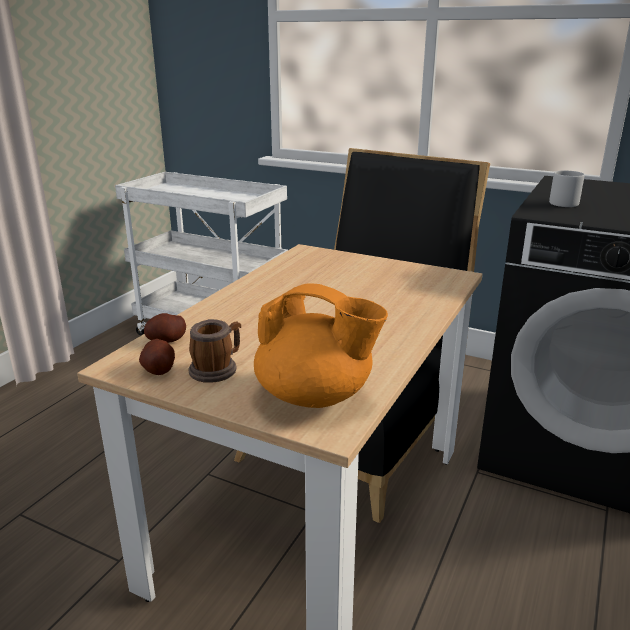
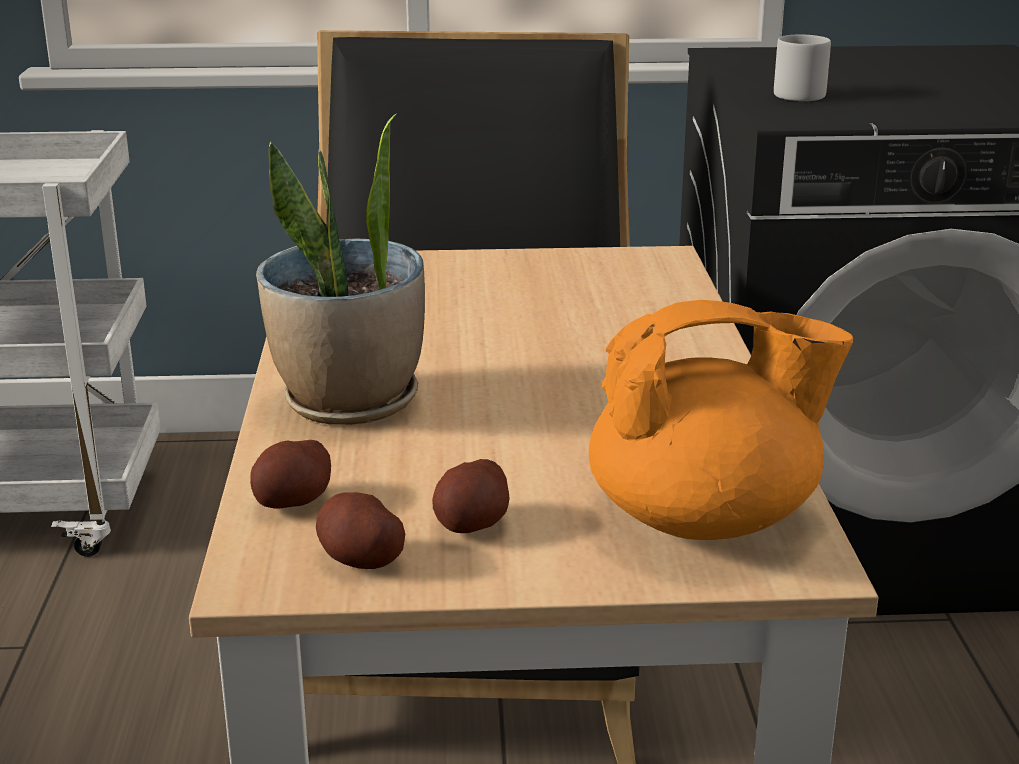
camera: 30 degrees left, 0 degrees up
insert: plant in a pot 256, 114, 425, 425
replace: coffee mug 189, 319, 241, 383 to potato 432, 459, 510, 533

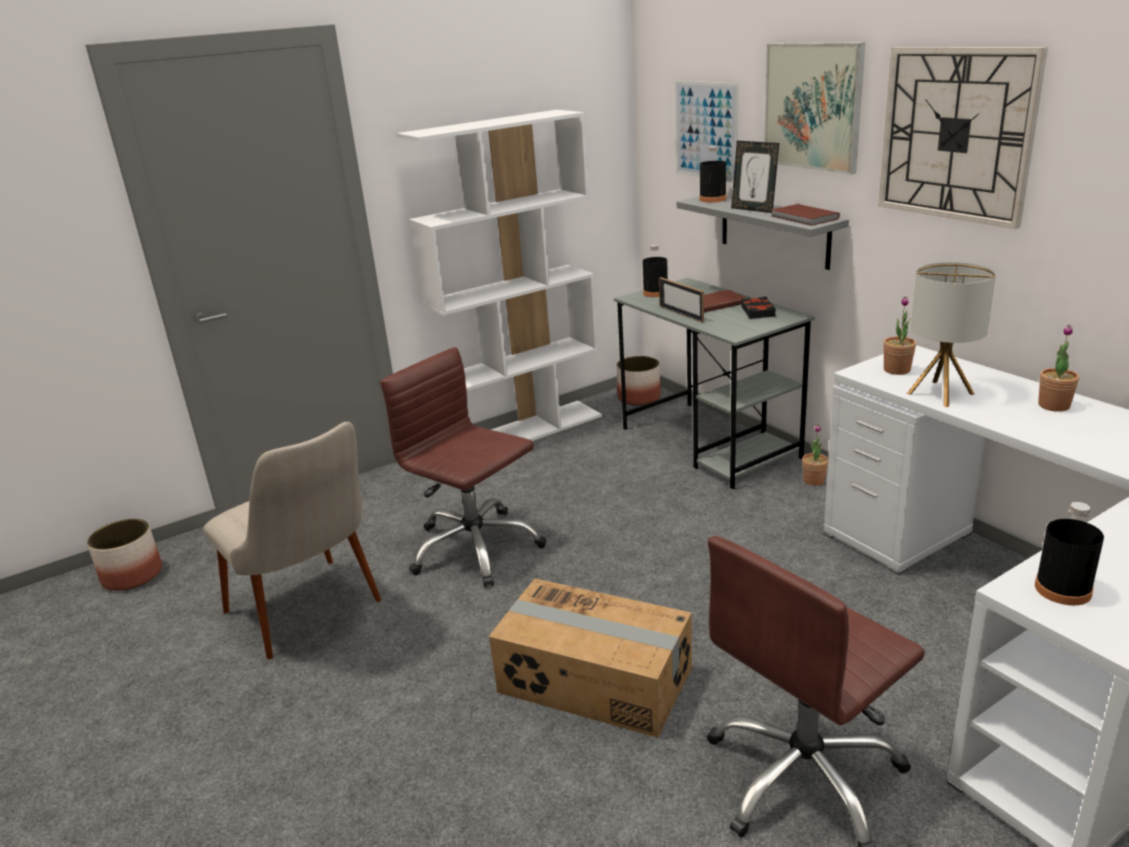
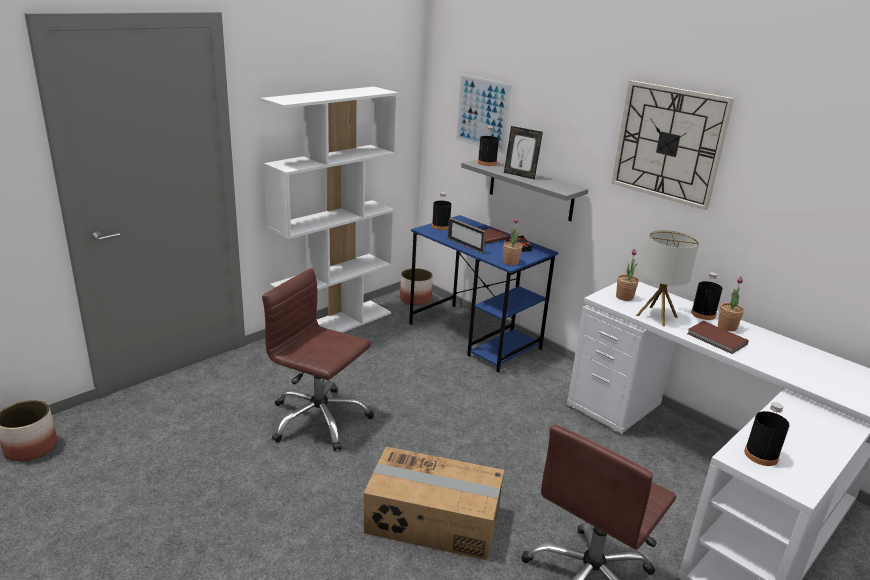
camera: 15 degrees left, 0 degrees up
delete: plain chair in sand-coloured 203, 422, 381, 659; wall picture 764, 43, 865, 174
insert: beverage bottle in black-coloured 691, 272, 723, 320
move: bound book in brown 771, 204, 840, 226 to 687, 321, 749, 354; plant in a pot 802, 424, 828, 486 to 503, 218, 522, 265
recolor: desk unit in grey 614, 278, 815, 490 to desk unit in blue 409, 215, 558, 373

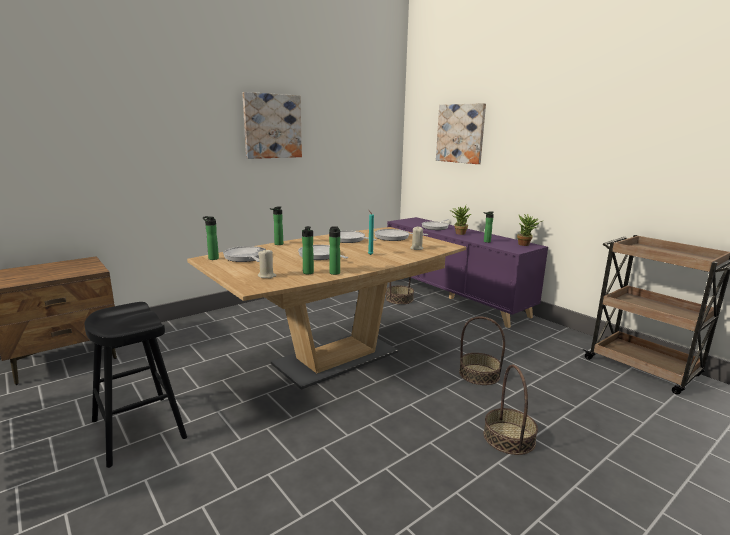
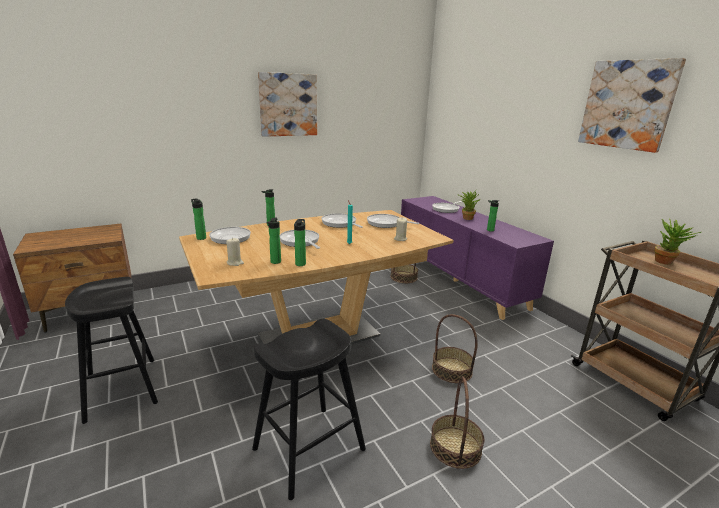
camera: 10 degrees right, 5 degrees up
insert: stool in black-coloured 252, 319, 366, 500
move: wall picture 436, 103, 486, 164 to 578, 58, 686, 153; plant in a pot 517, 214, 542, 246 to 654, 218, 701, 265

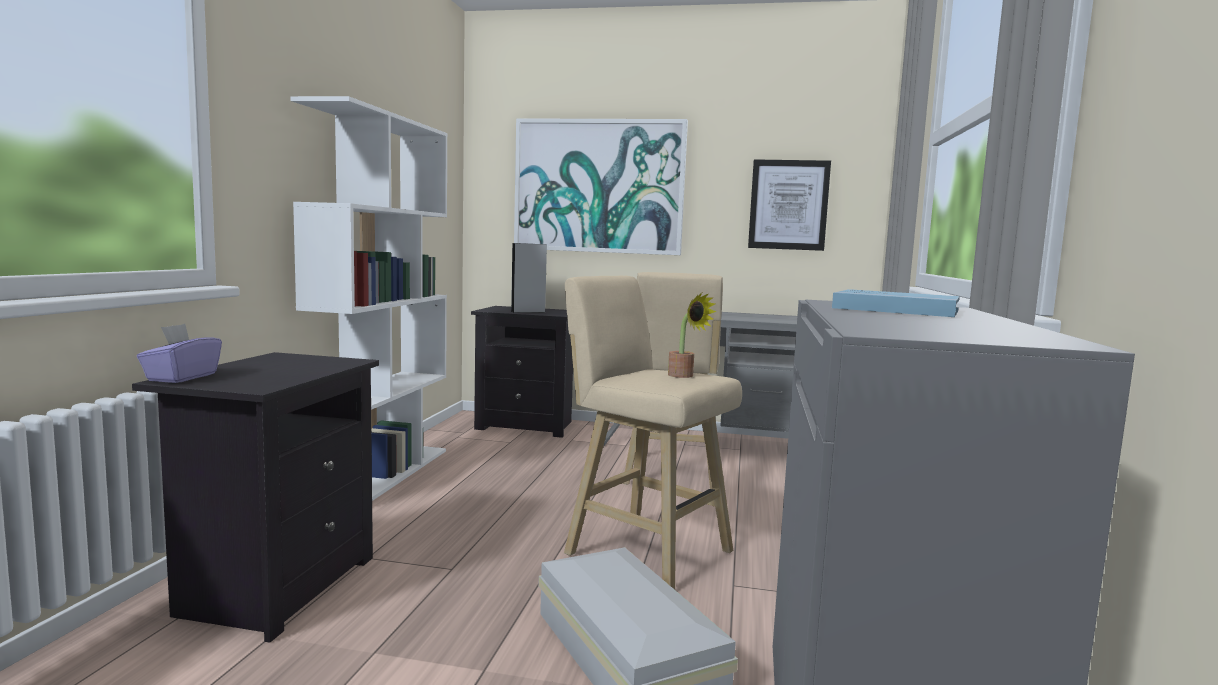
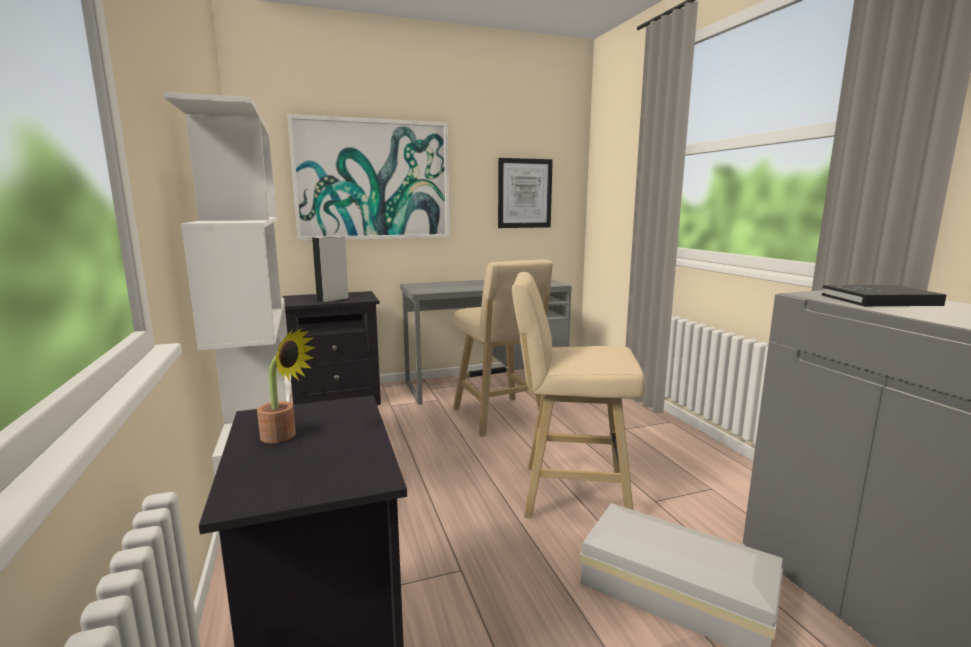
camera: 30 degrees left, 5 degrees up
delete: tissue box in purple 137, 324, 222, 383
move: plant in a pot 668, 293, 716, 378 to 257, 328, 316, 443
recolor: bound book in blue 832, 289, 960, 317 to bound book in black-coloured 822, 285, 946, 306

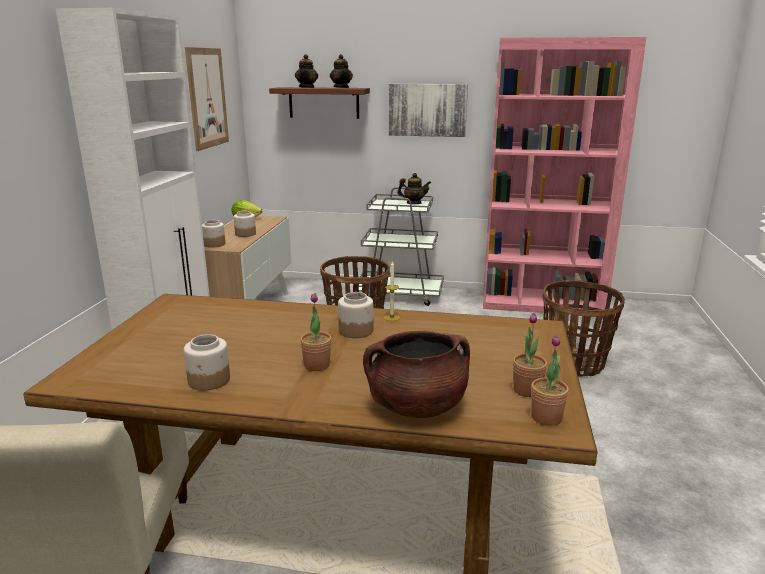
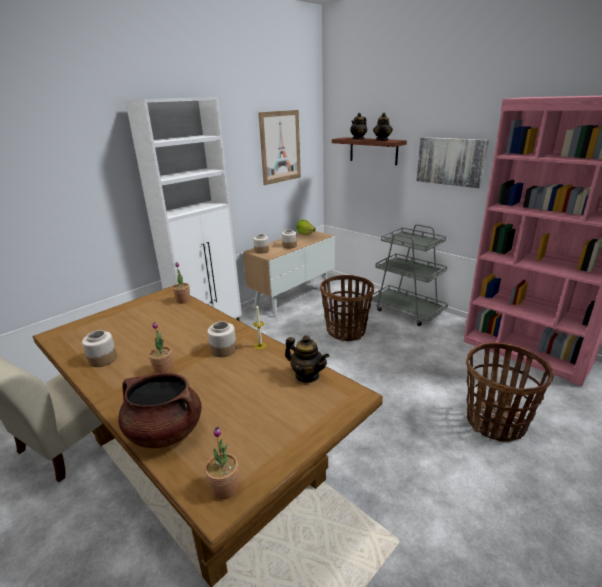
camera: 35 degrees right, 5 degrees up
move: pot for tea 397, 173, 431, 204 to 285, 335, 329, 383; plant in a pot 513, 313, 547, 397 to 172, 263, 190, 304

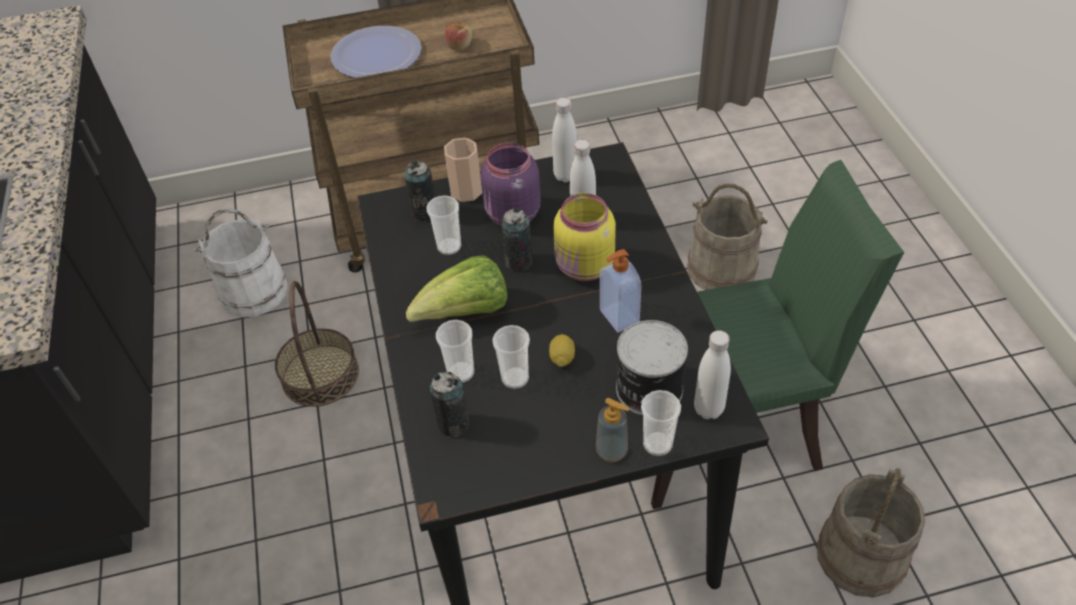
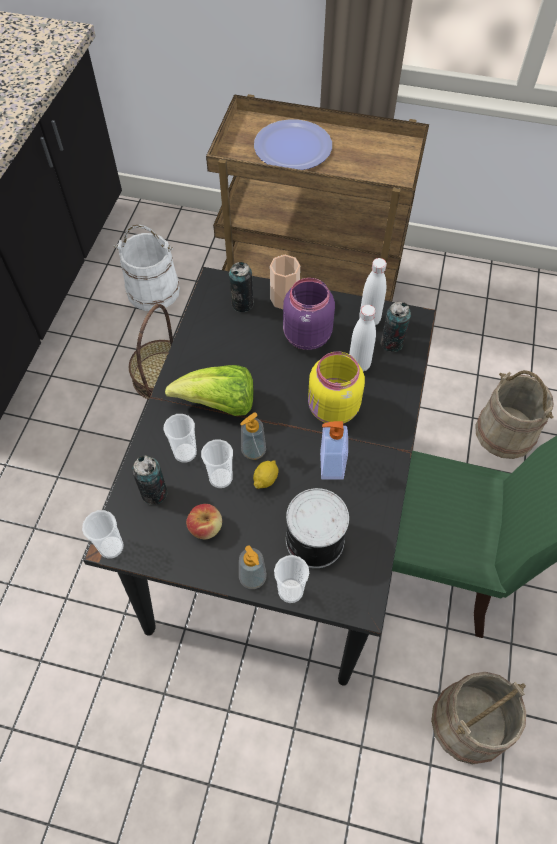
camera: 25 degrees right, 10 degrees up
delete: beverage bottle in whitish 694, 330, 731, 419
insert: liquid soap bottle 240, 412, 266, 460
move: cup 426, 195, 461, 255 to 82, 510, 124, 558; apple fruit 445, 22, 472, 50 to 186, 504, 222, 539; can 501, 209, 532, 271 to 380, 302, 411, 352

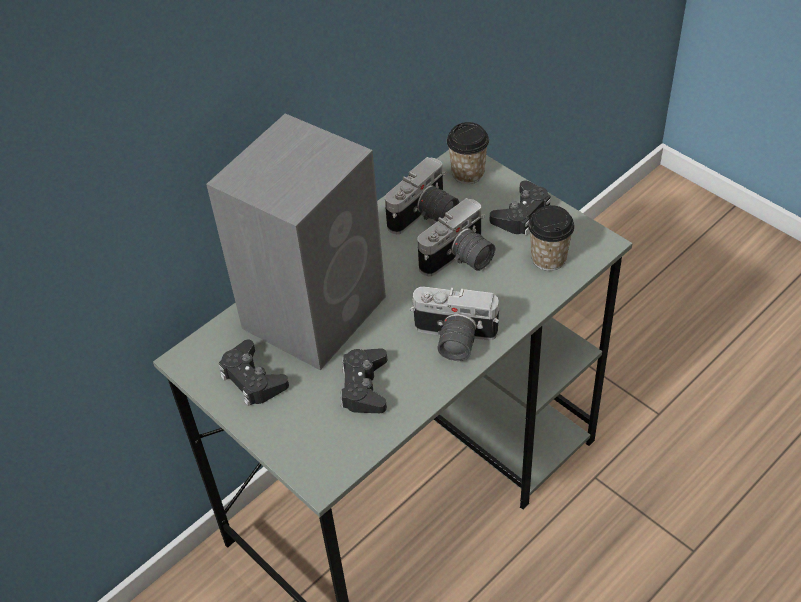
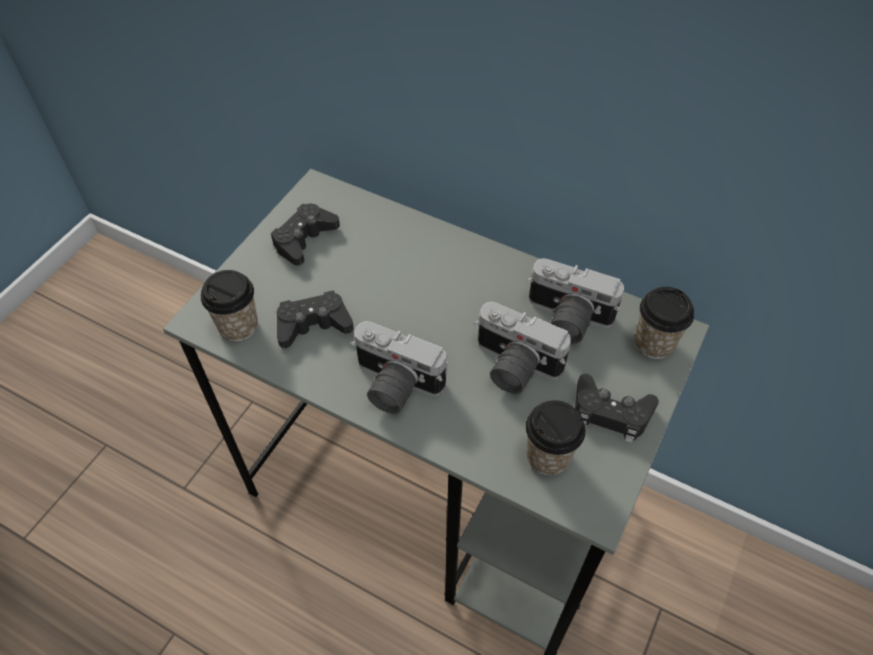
camera: 70 degrees right, 5 degrees up
delete: speaker in grey 206, 114, 386, 370
insert: cup 201, 270, 258, 342
rotate: photo camera 410, 287, 499, 361 = 351, 321, 448, 414 60 degrees counterclockwise

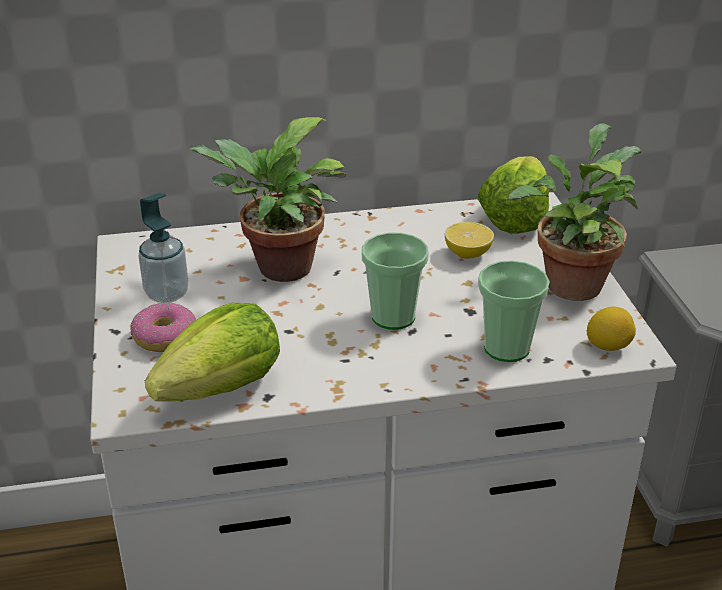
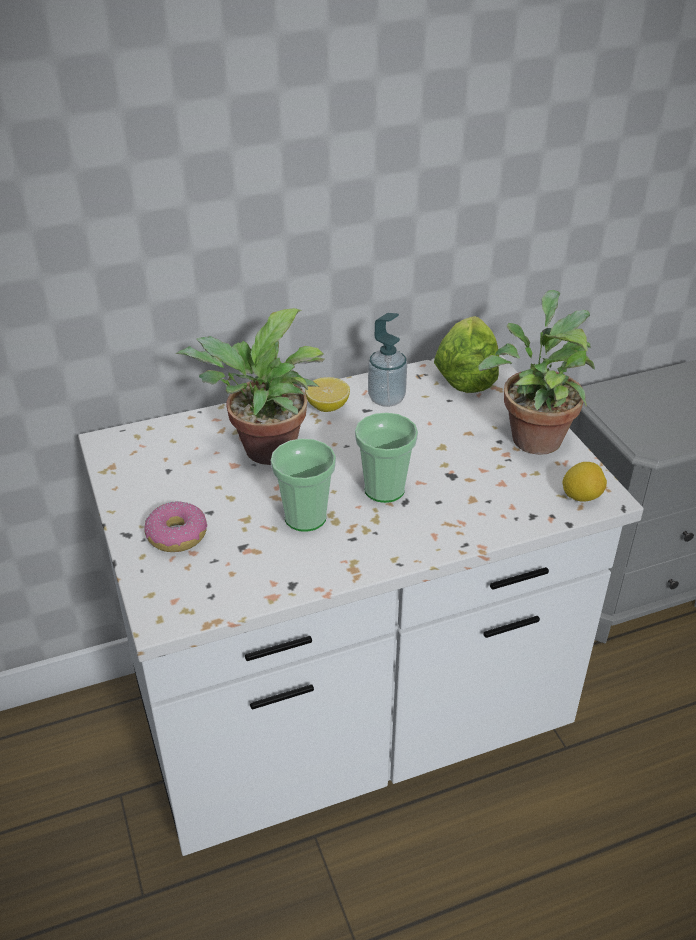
camera: 10 degrees left, 5 degrees up
delete: head of lettuce 145, 303, 280, 402
move: liquid soap bottle 139, 193, 188, 303 to 368, 313, 407, 407; whole lemon 445, 222, 494, 259 to 305, 377, 350, 412; cup 478, 260, 550, 362 to 271, 438, 336, 532

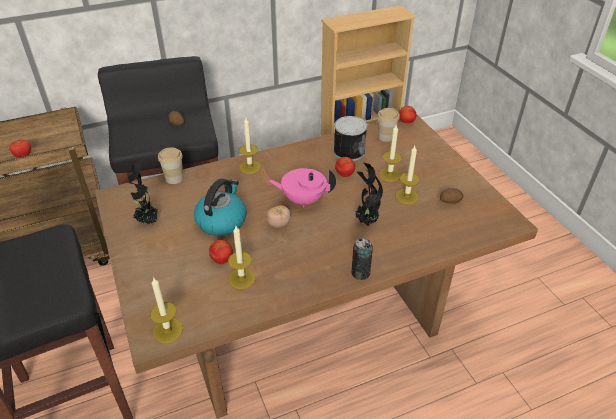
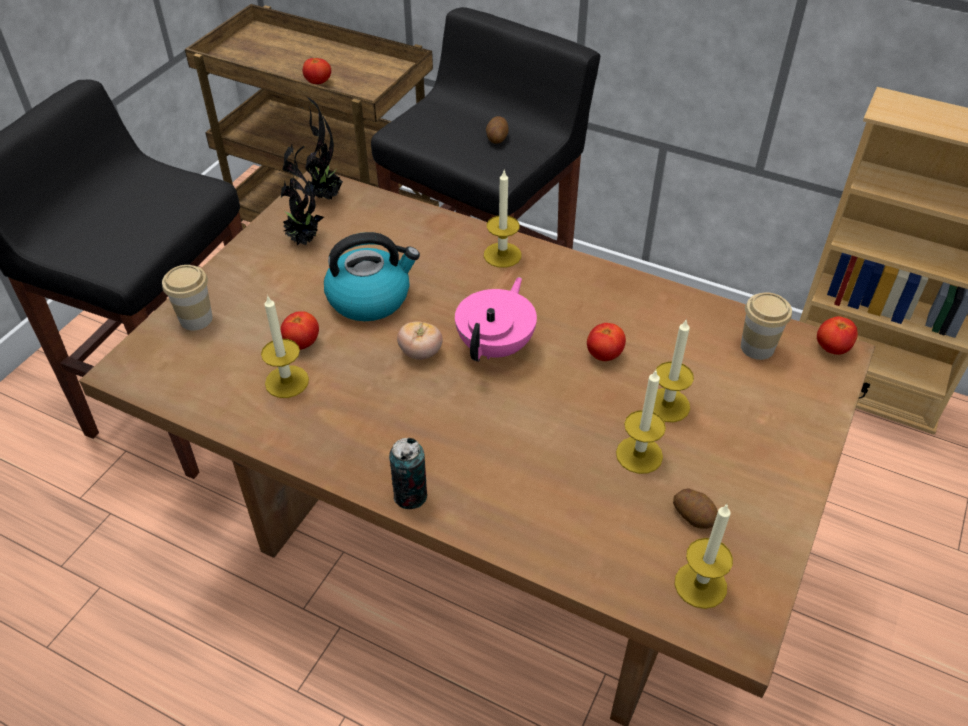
camera: 50 degrees right, 5 degrees up
delete: can 334, 116, 367, 161
move: wax candle 150, 278, 183, 343 to 675, 504, 733, 609; cup 158, 147, 183, 184 to 162, 265, 213, 331; plant in a pot 355, 163, 383, 226 to 297, 97, 343, 200
rotate: pot for tea in pink-coloured 268, 168, 336, 207 = 455, 277, 537, 362 60 degrees clockwise

